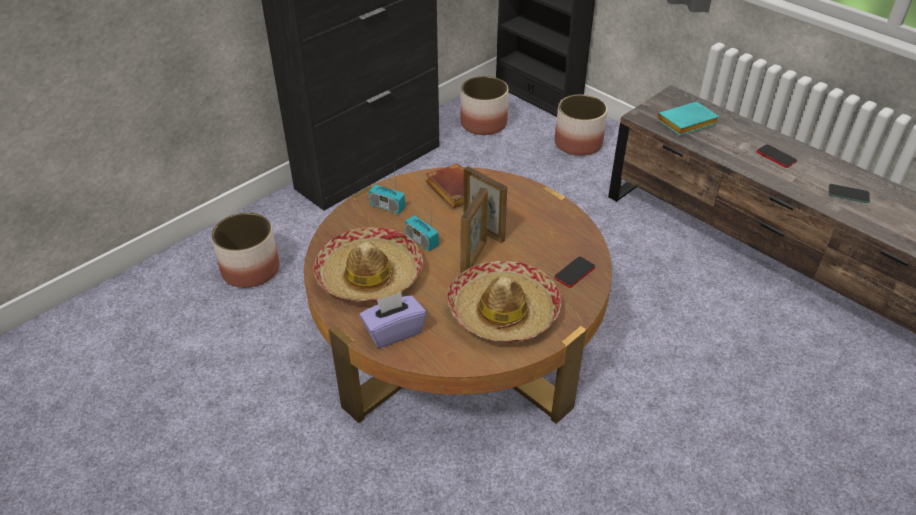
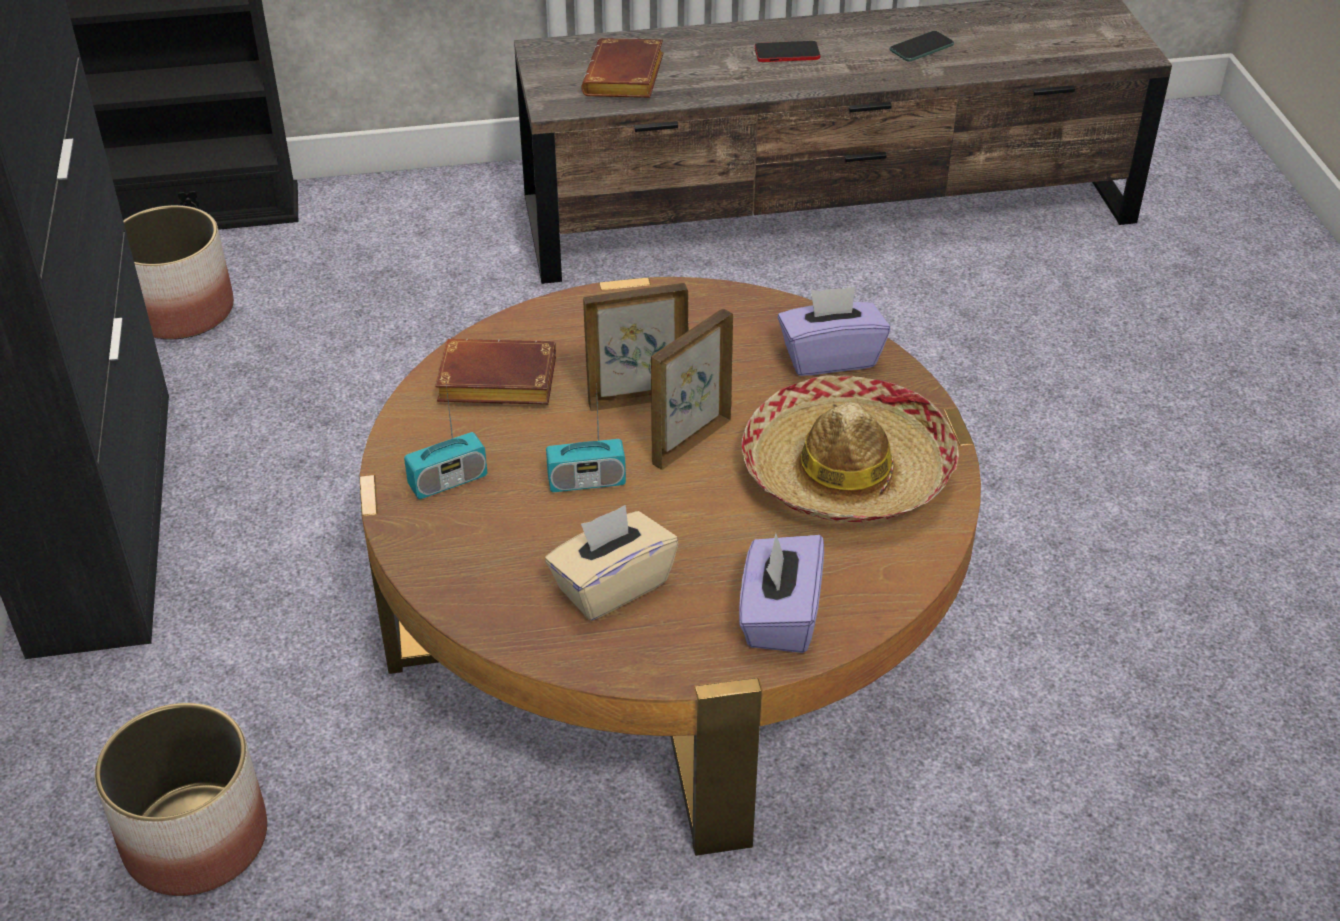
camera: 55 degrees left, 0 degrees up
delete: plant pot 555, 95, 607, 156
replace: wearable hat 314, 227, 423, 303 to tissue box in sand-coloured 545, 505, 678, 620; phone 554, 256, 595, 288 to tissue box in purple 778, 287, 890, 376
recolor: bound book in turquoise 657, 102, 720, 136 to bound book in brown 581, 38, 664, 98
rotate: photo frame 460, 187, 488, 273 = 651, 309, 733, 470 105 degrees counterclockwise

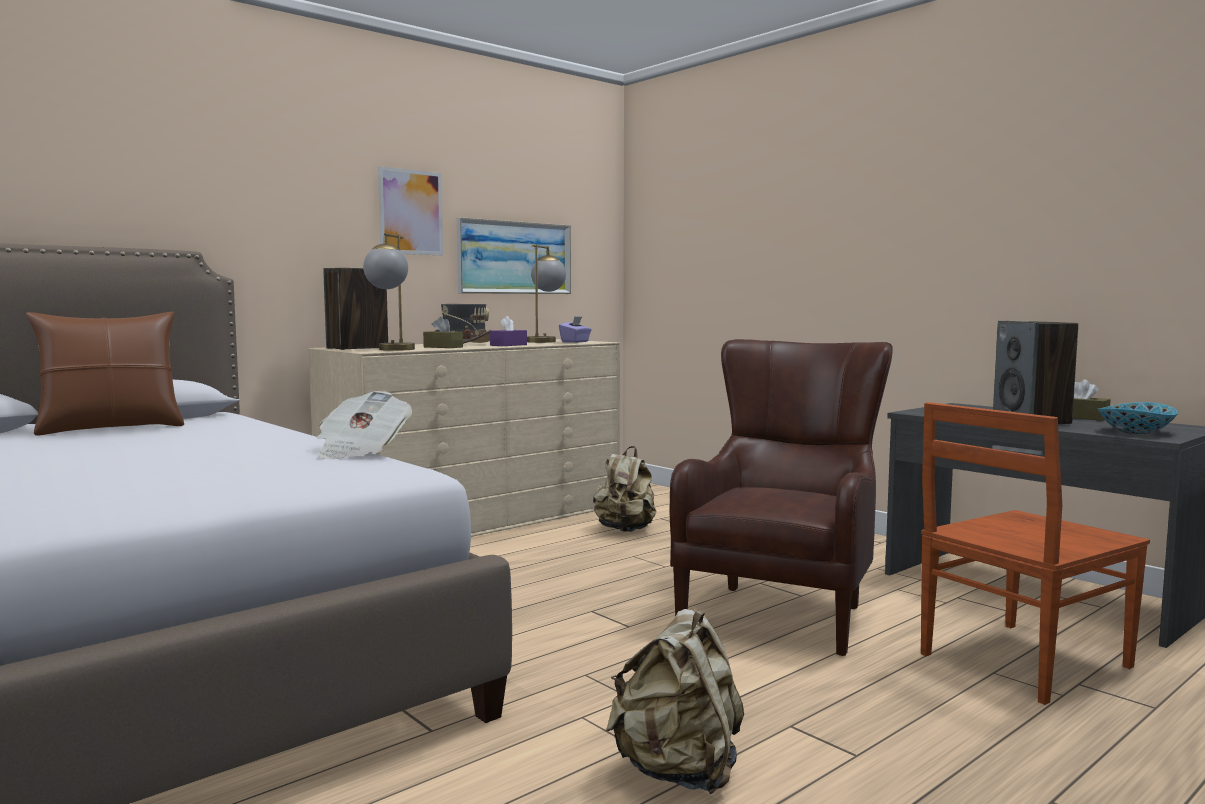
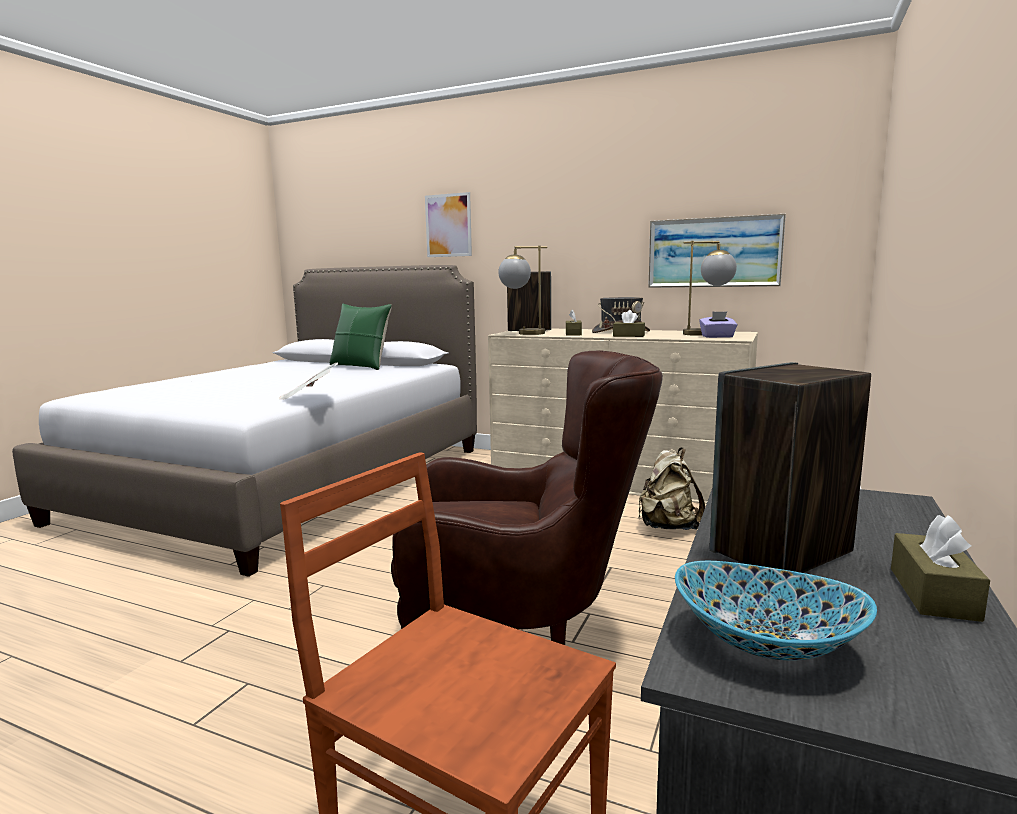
camera: 65 degrees right, 5 degrees up
delete: knapsack in sand-coloured 606, 609, 744, 794
move: wall picture 378, 166, 443, 256 to 425, 192, 472, 257
recolor: throw pillow in brown 26, 312, 184, 435 to throw pillow in green 330, 304, 392, 370; tissue box in purple 490, 316, 527, 346 to tissue box in brown 613, 310, 645, 337

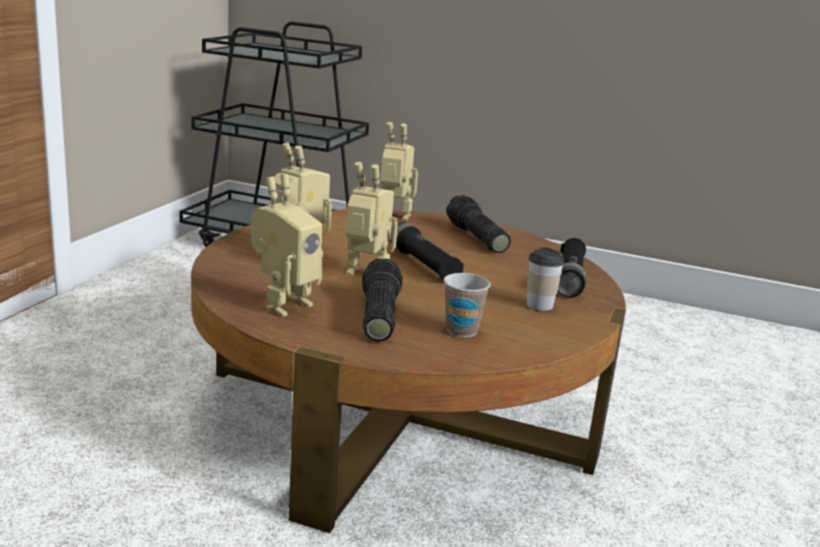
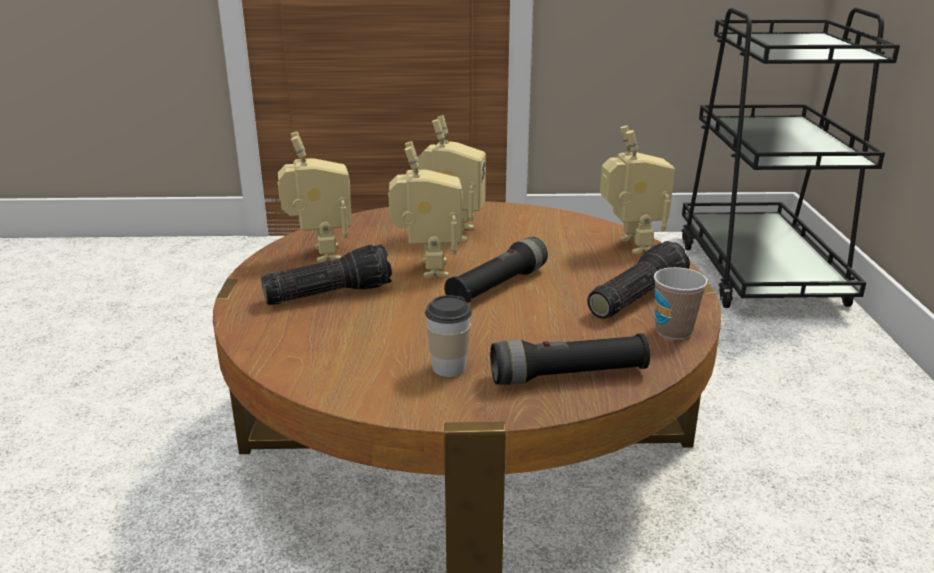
camera: 70 degrees right, 5 degrees up
move: cup 444, 273, 491, 338 to 654, 267, 708, 340
rotate: robot figure 251, 174, 323, 317 = 278, 131, 352, 262 120 degrees counterclockwise

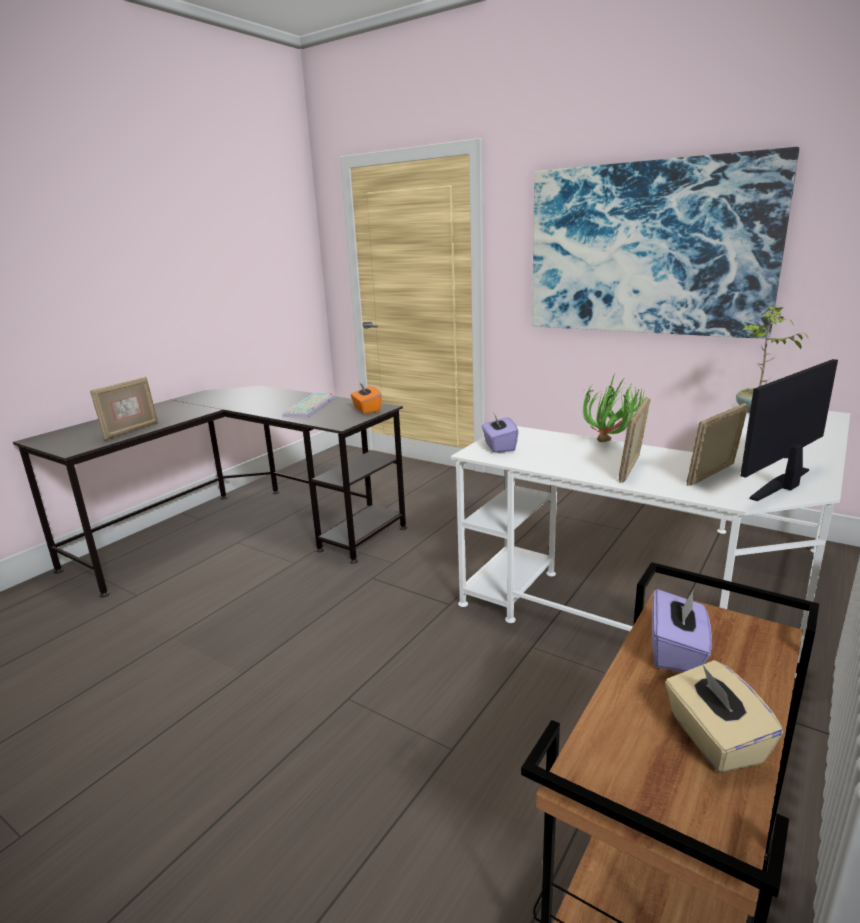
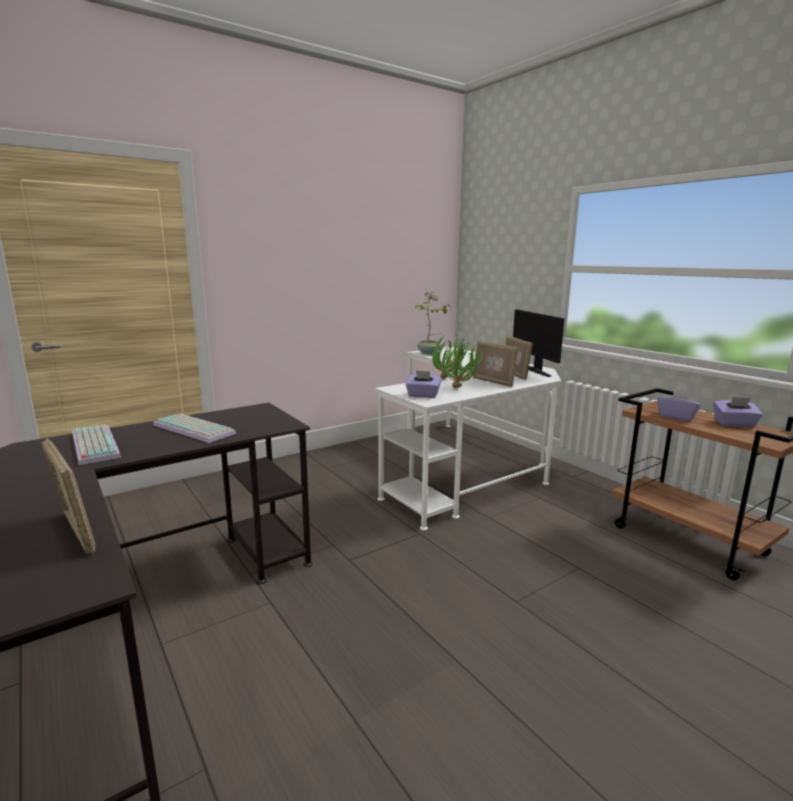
camera: 70 degrees left, 5 degrees down
delete: tissue box in orange 350, 382, 382, 414; wall picture 532, 147, 799, 339
insert: keyboard 72, 424, 121, 465; plant in a pot 441, 341, 484, 388
recolor: tissue box in sand-coloured 665, 660, 783, 772 to tissue box in purple 713, 397, 763, 427

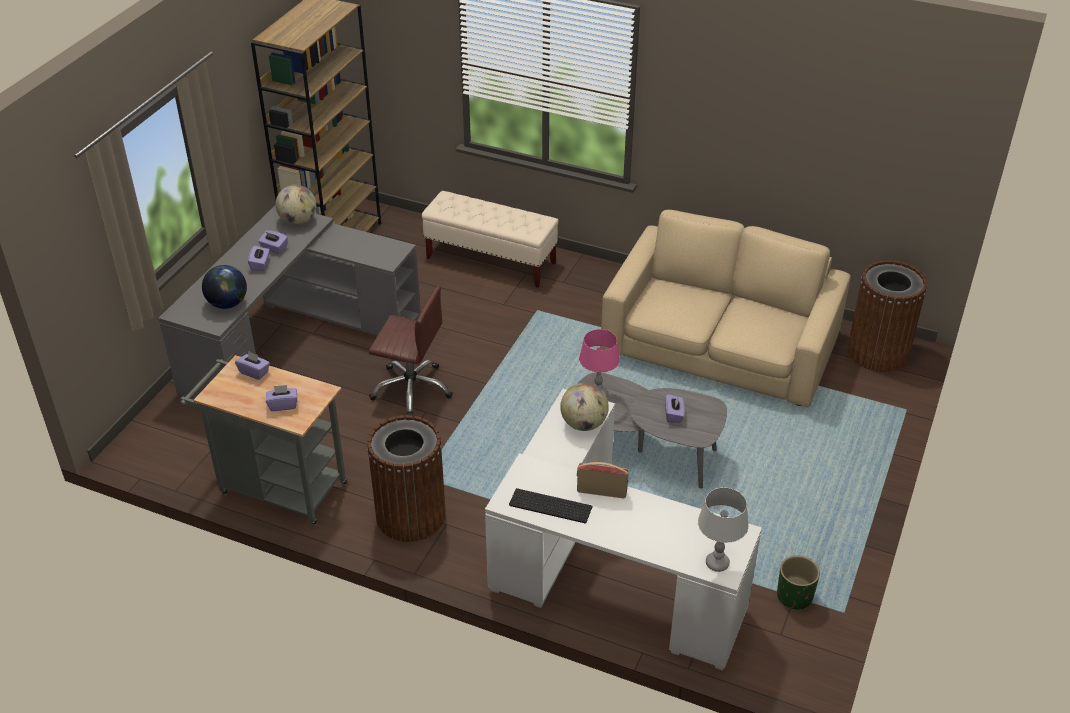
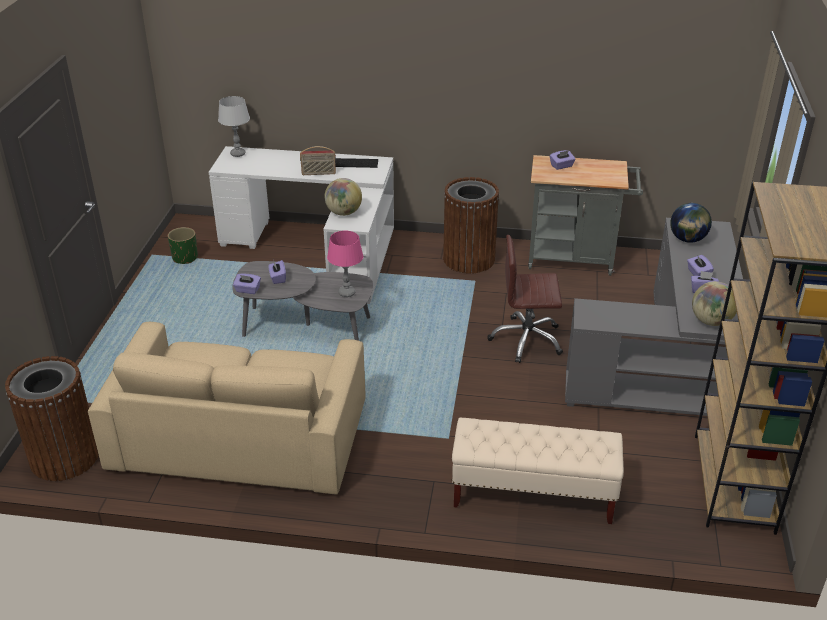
camera: 165 degrees right, 5 degrees down
move: tissue box in purple 235, 351, 270, 380 to 233, 274, 261, 294

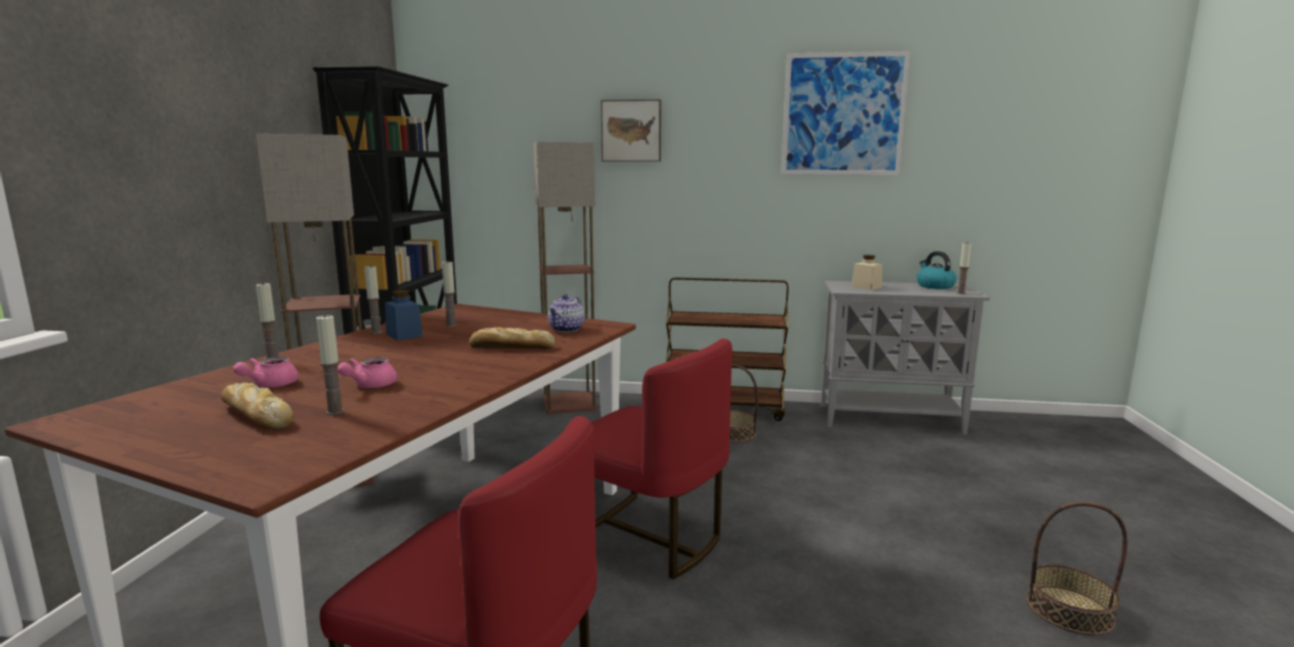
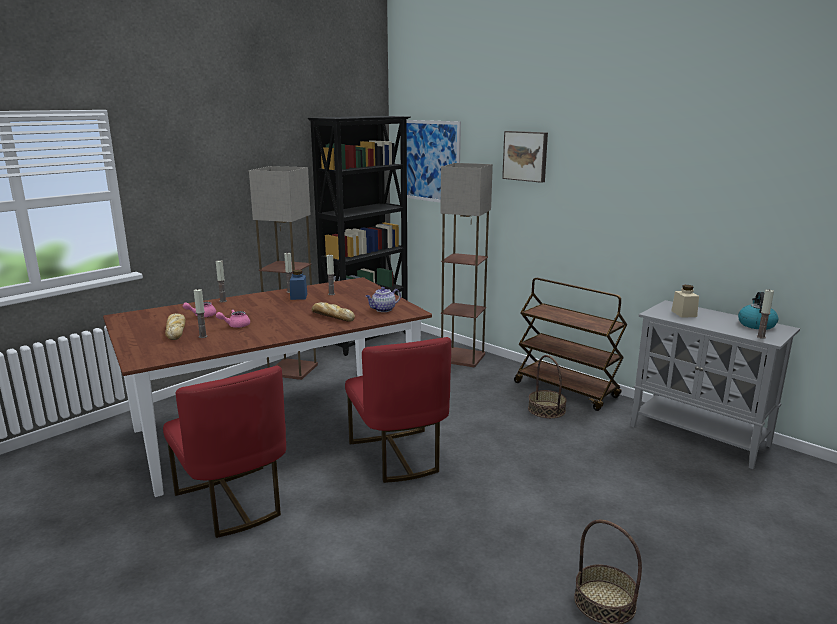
camera: 35 degrees right, 5 degrees up
move: wall picture 781, 51, 911, 175 to 400, 120, 461, 203

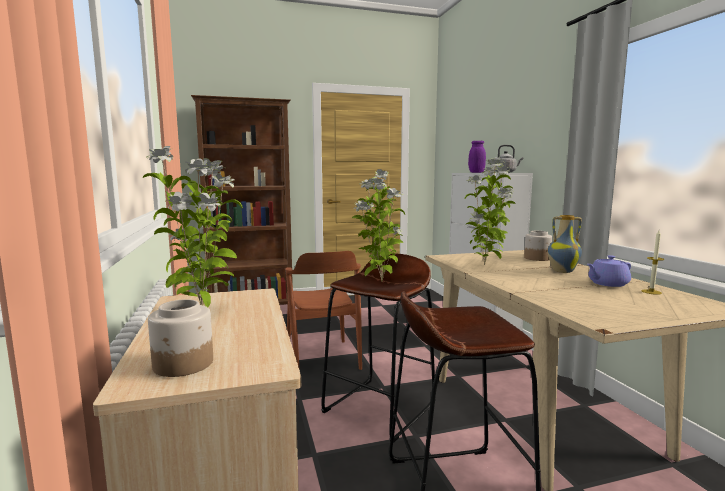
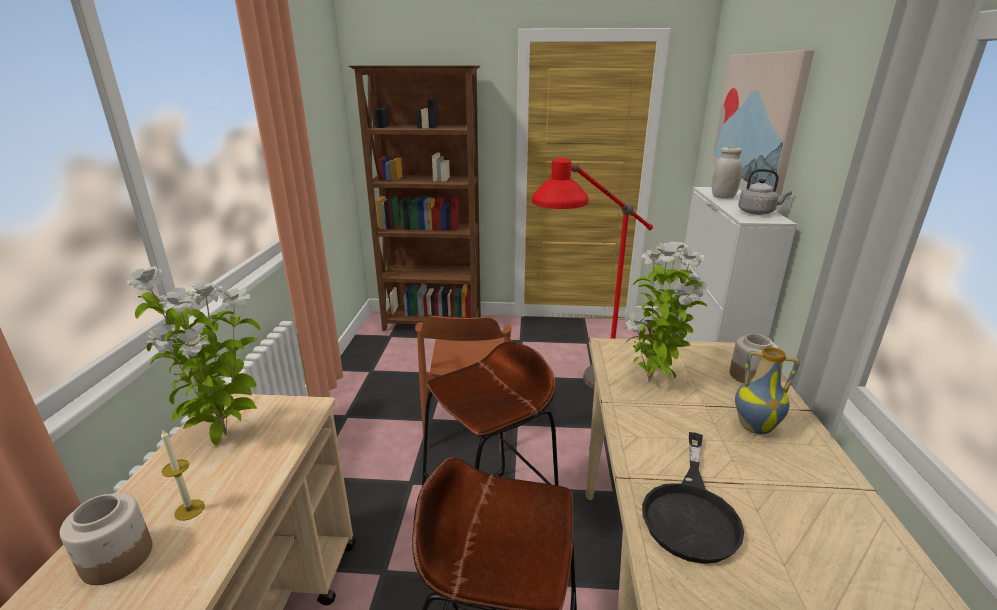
camera: 20 degrees right, 15 degrees up
delete: plant in a pot 352, 169, 405, 282; pot for tea in purple 587, 255, 631, 287
insert: floor lamp in reddish 532, 158, 653, 389; pan in black-coloured 642, 432, 744, 564; wall picture 712, 50, 814, 196
move: wax candle 642, 230, 664, 295 to 161, 429, 205, 521
recolor: preserve jar in purple 468, 141, 486, 173 to preserve jar in whitish 712, 147, 743, 199

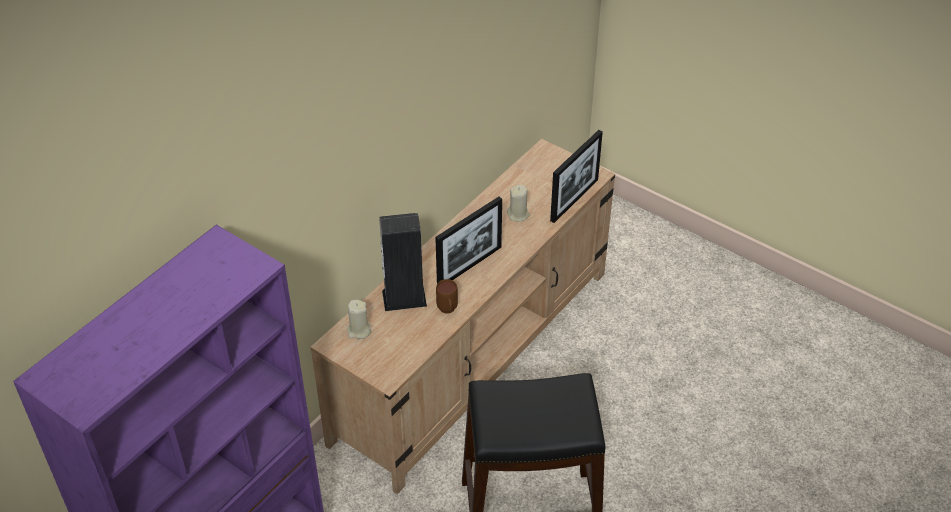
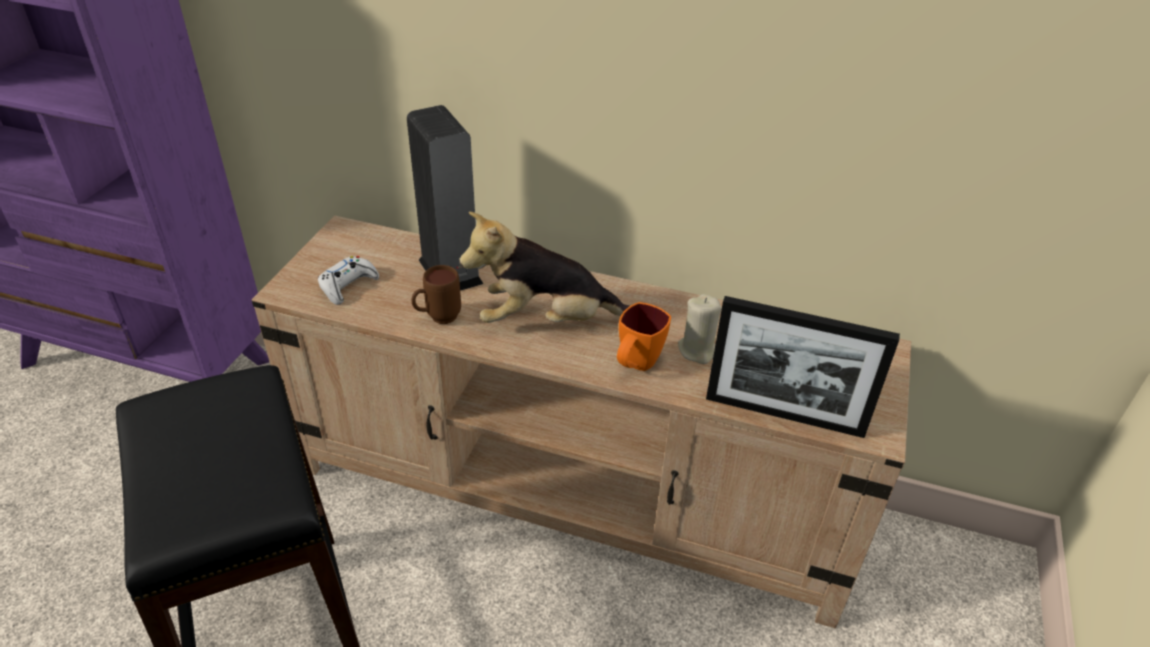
camera: 70 degrees right, 5 degrees down
delete: wax candle in sand-coloured 347, 300, 371, 339
insert: game controller in whitish 318, 256, 379, 305; coffee mug in orange 617, 302, 671, 371
replace: photo frame 435, 197, 502, 284 to cuddly toy 459, 212, 630, 323

